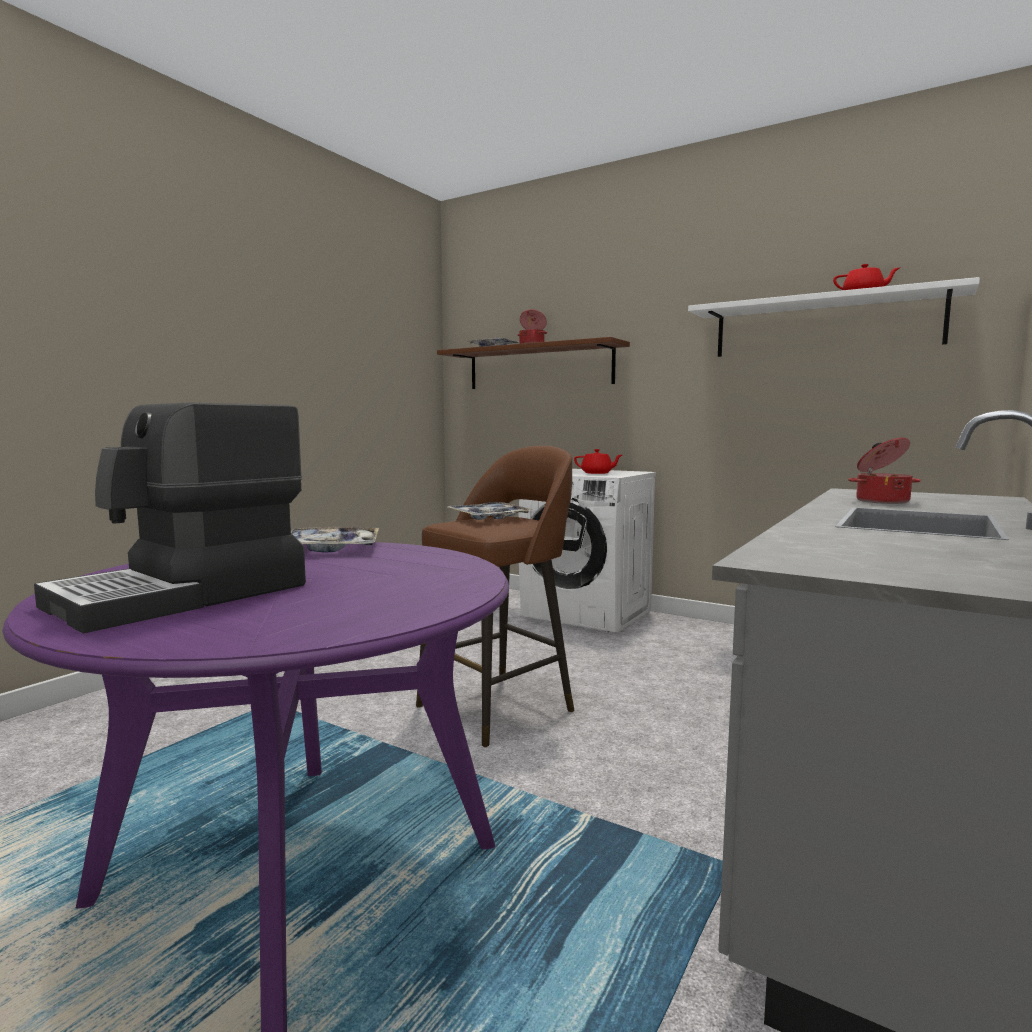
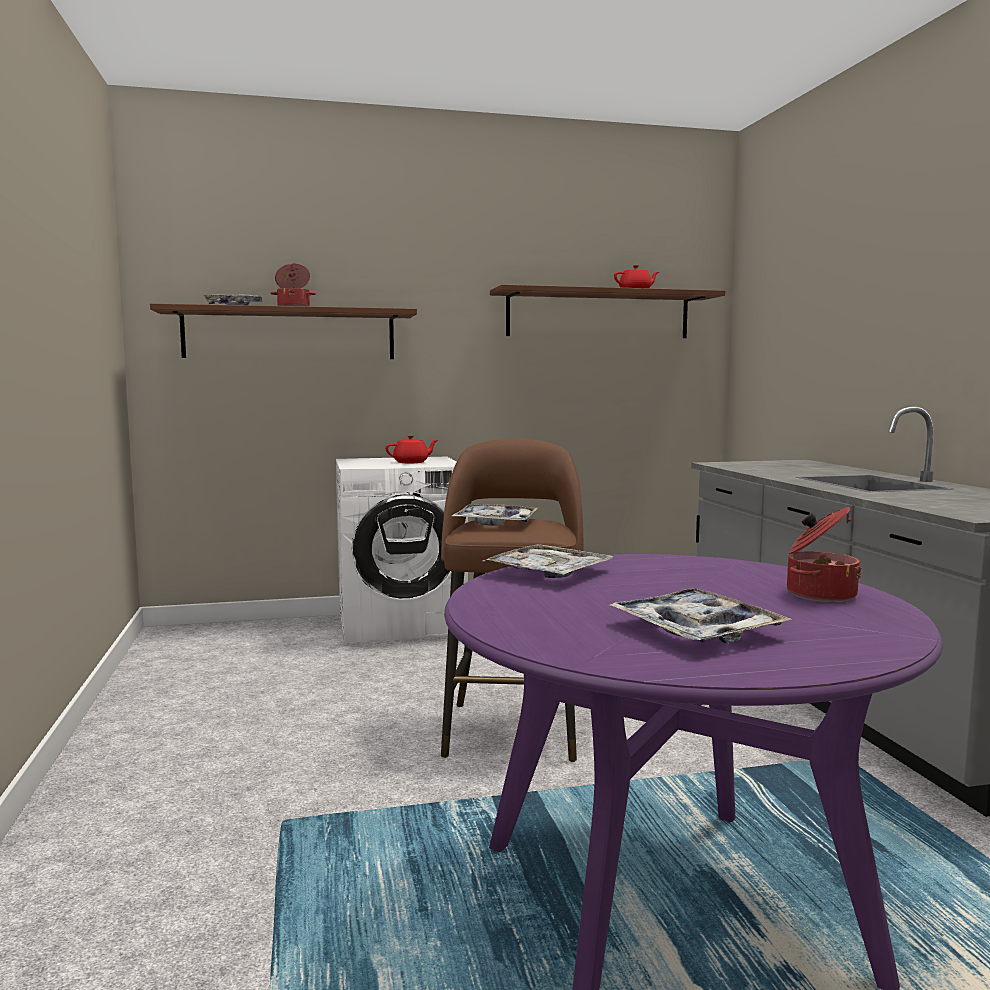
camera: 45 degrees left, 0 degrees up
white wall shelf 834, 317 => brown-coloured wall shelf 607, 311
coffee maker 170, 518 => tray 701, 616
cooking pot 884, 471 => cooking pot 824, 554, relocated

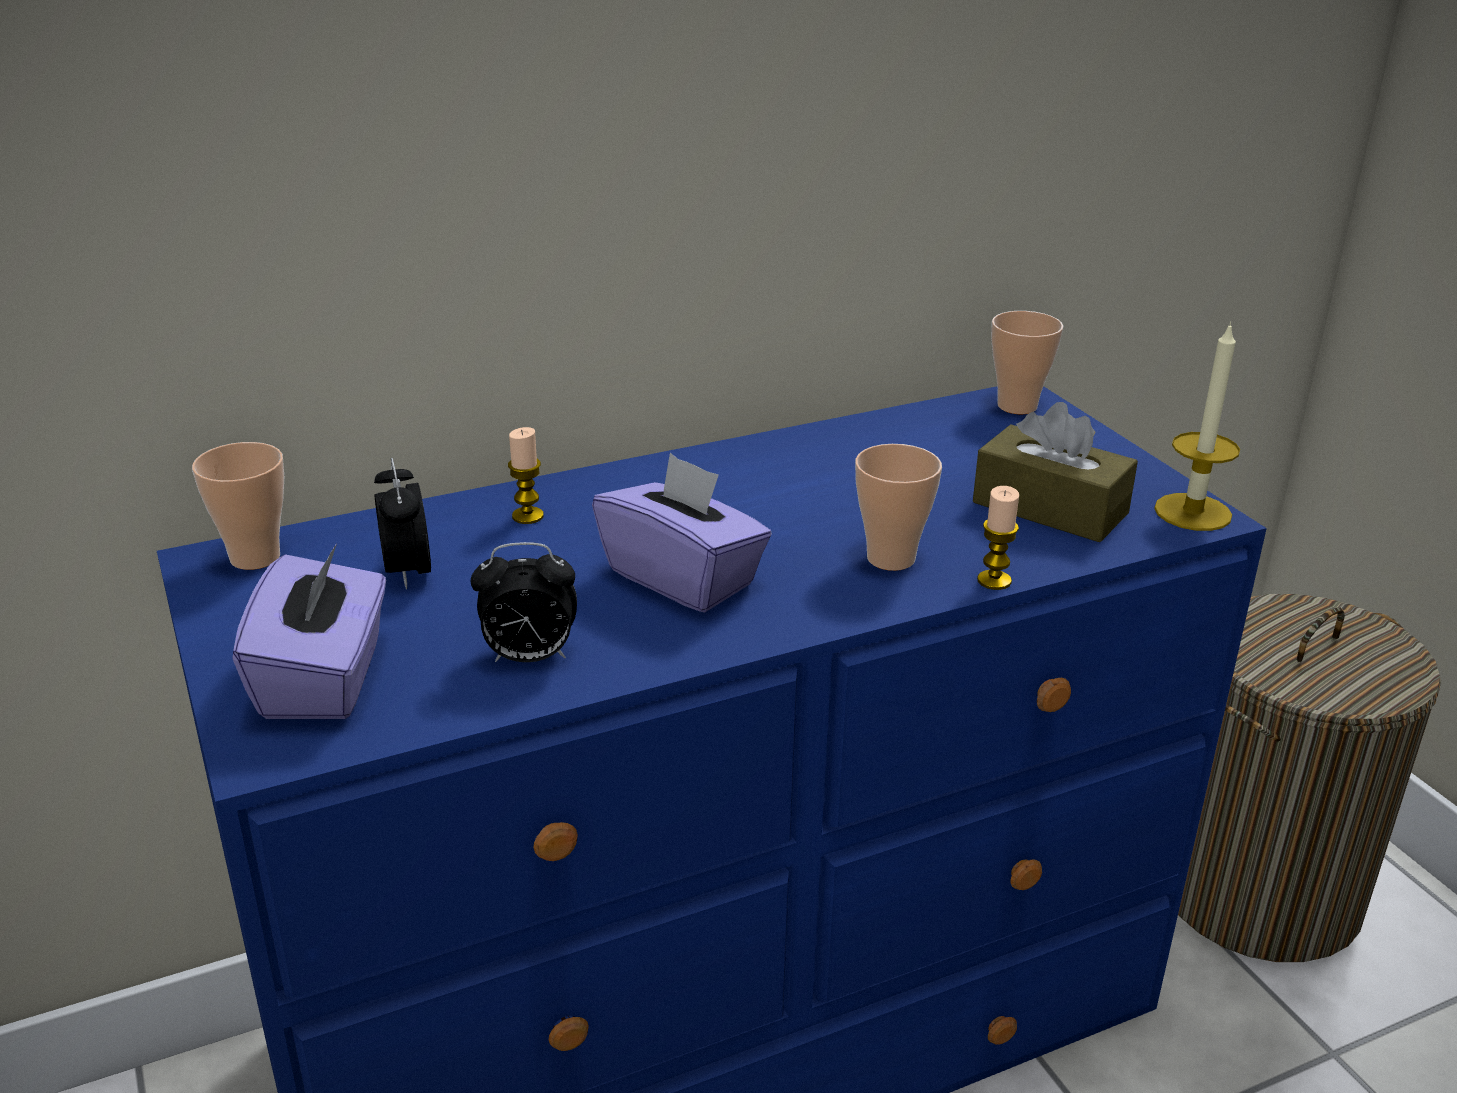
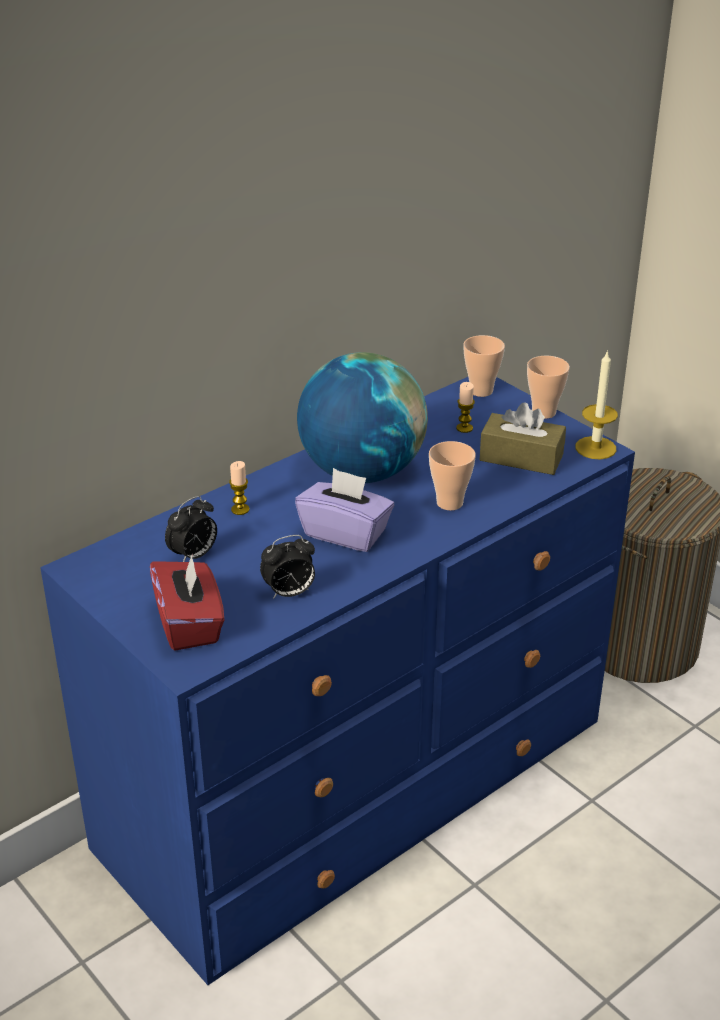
camera: 15 degrees left, 5 degrees up
purplish box of tissues 309, 631 => red-coloured box of tissues 187, 603
bedside clock 402, 523 => bedside clock 191, 529, 105 degrees counterclockwise
nothing => desk globe 362, 417
wax candle 998, 538 => wax candle 465, 407, relocated
small cup 238, 506 => small cup 548, 387, relocated

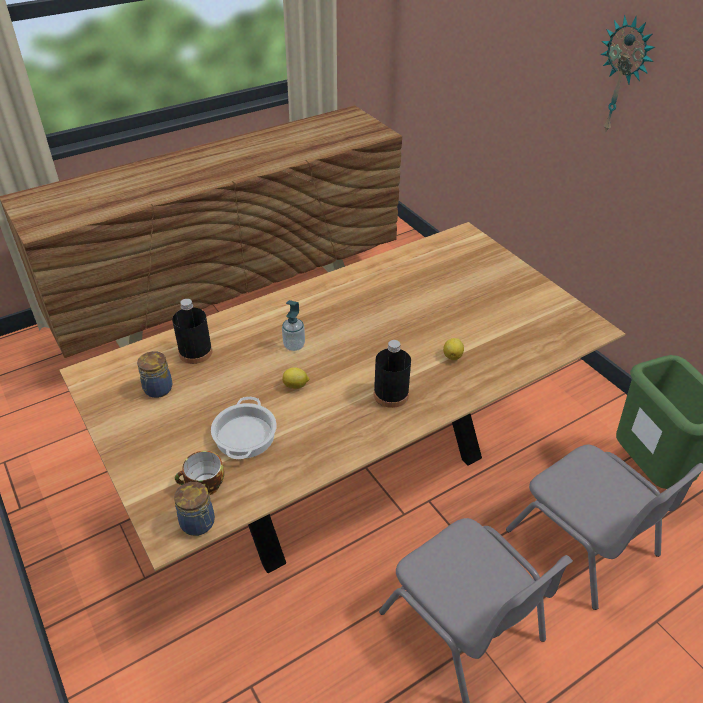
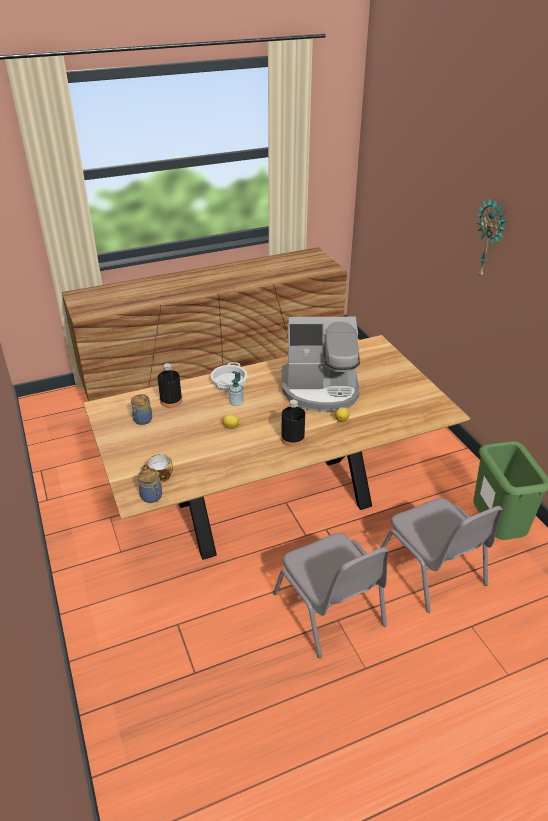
camera: 10 degrees right, 5 degrees down
cooking pot 244, 428 => cooking pot 229, 376, relocated
nothing => coffee maker 321, 364

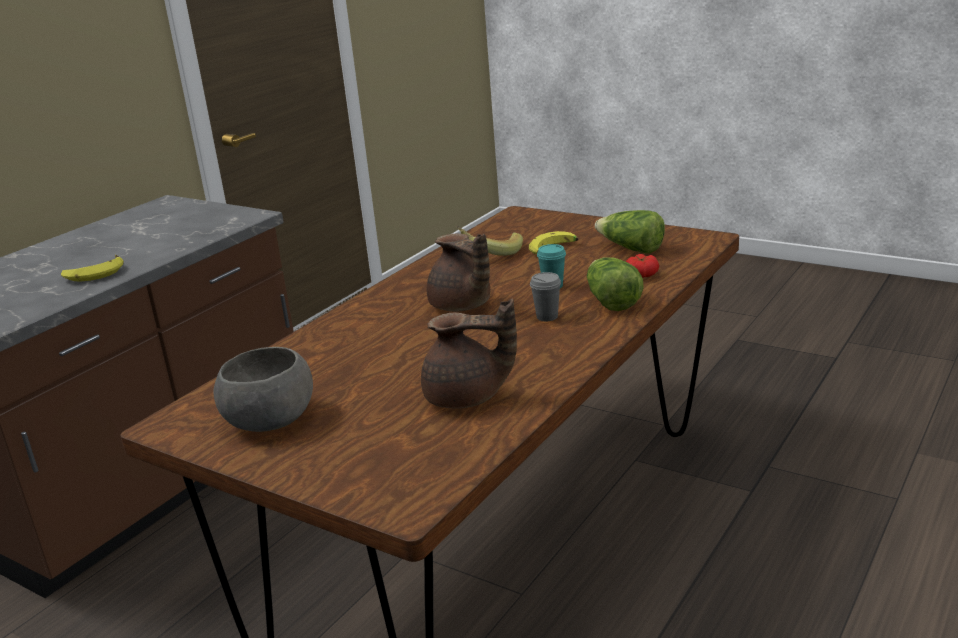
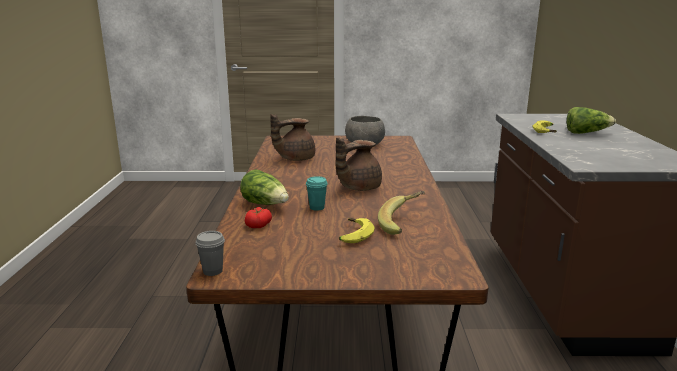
camera: 145 degrees right, 5 degrees down
grey small cup 545, 296 => grey small cup 210, 253, relocated
brown-coloured tea pot 458, 272 => brown-coloured tea pot 359, 164, 60 degrees counterclockwise
lettuce head 630, 232 => lettuce head 591, 120, relocated

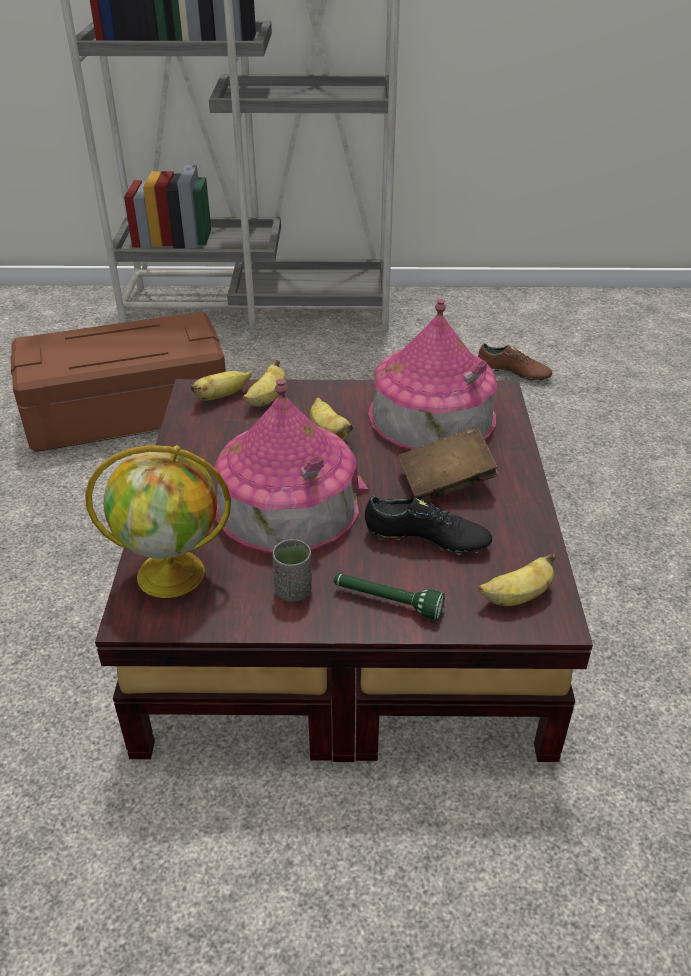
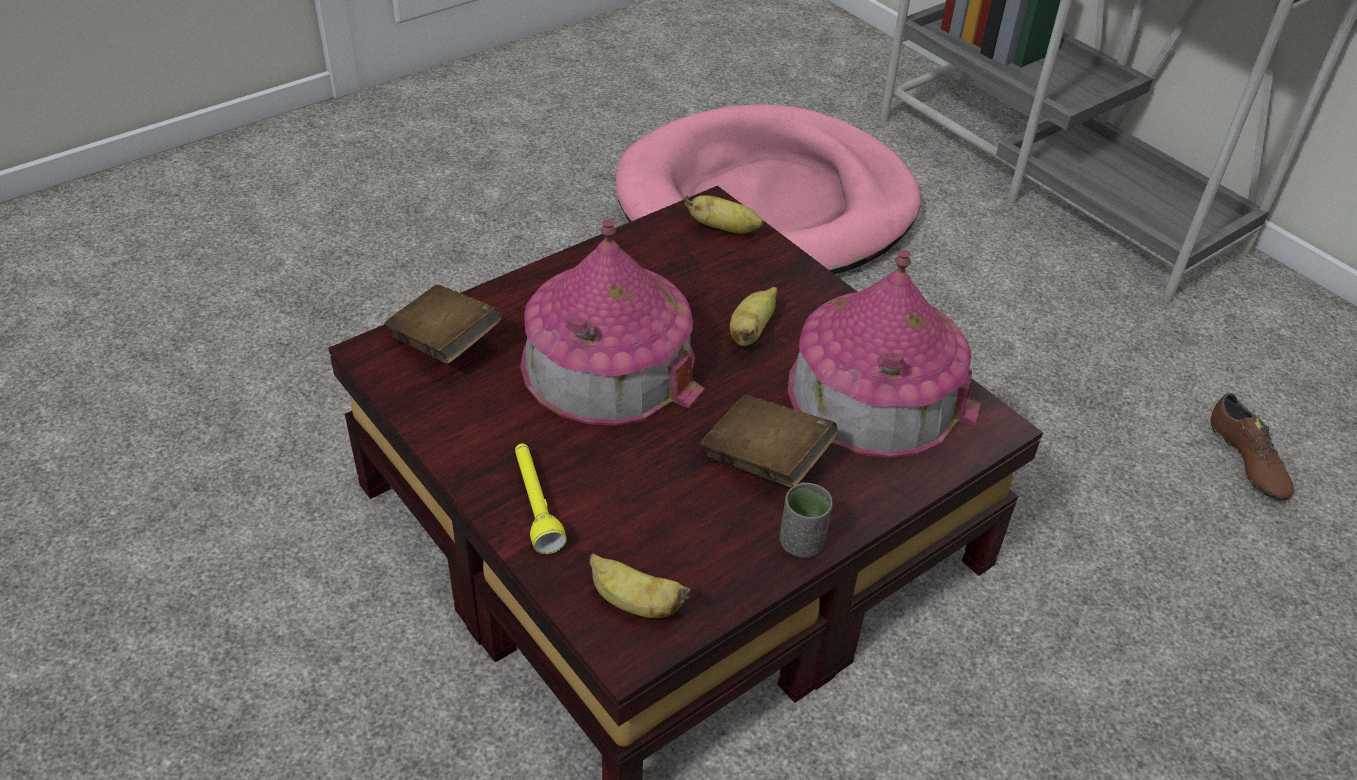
camera: 50 degrees right, 5 degrees up
desk globe 158, 521 => brown-coloured book 443, 324
green-coloured flashlight 389, 596 => yellow flashlight 541, 498
brown-coloured storage box 118, 382 => pink pet bed 768, 189
grey small cup 292, 570 => grey small cup 806, 520, relocated
whole banana 264, 383 => nothing
black-coloured item of footwear 428, 525 => nothing

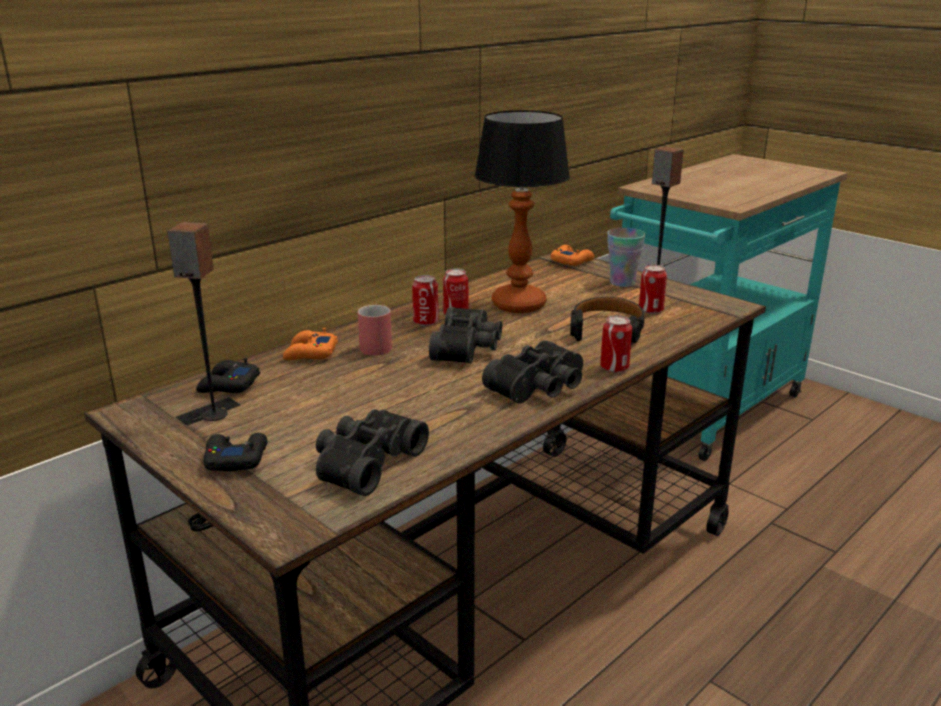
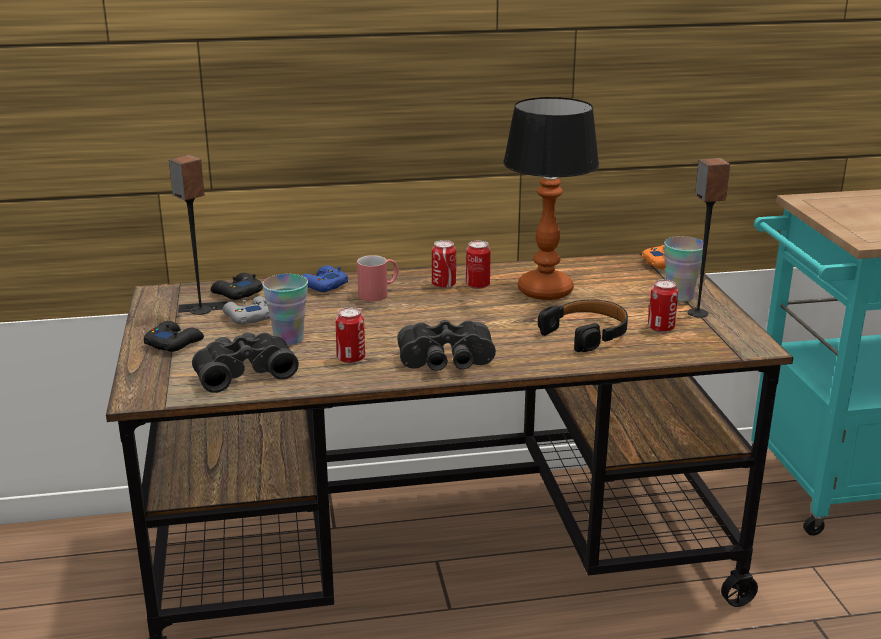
camera: 35 degrees right, 0 degrees up
nothing => grey game controller 246, 310
nothing => small cup 285, 309
orange-coloured game controller 310, 344 => bluish game controller 324, 279
sealed can 616, 344 => sealed can 350, 335, relocated
black-coloured binoculars 465, 335 => nothing

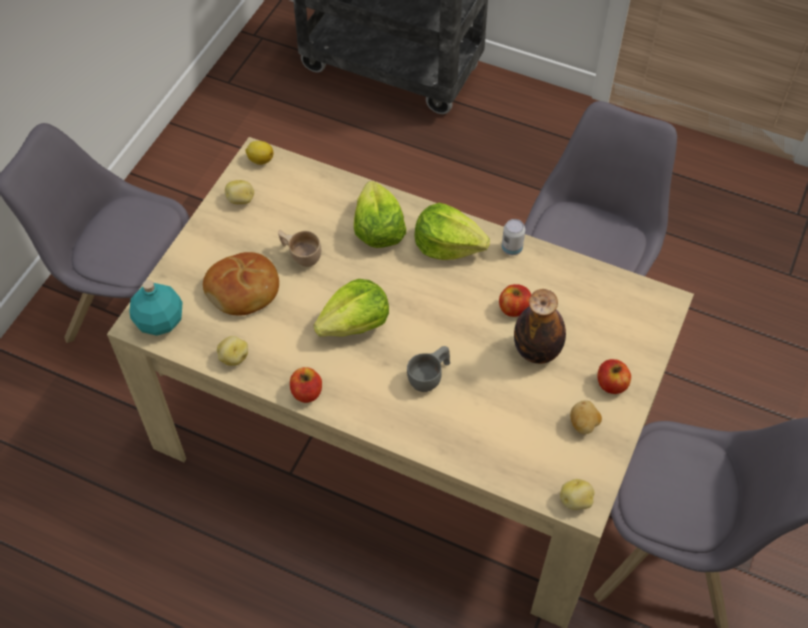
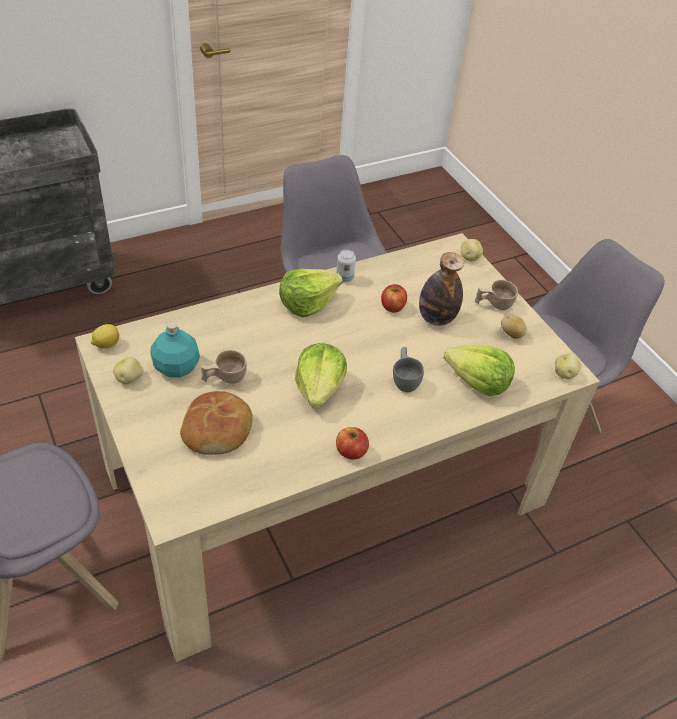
camera: 55 degrees left, 10 degrees down
blue-green drink bottle 156, 308 => blue-green drink bottle 175, 350, relocated
lettuce head 380, 214 => lettuce head 479, 370, relocated
whole potato 232, 351 => whole potato 472, 250, relocated
whole apple 614, 376 => beige small cup 496, 295

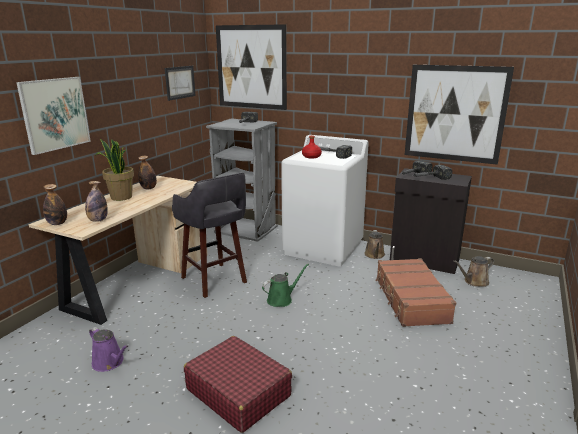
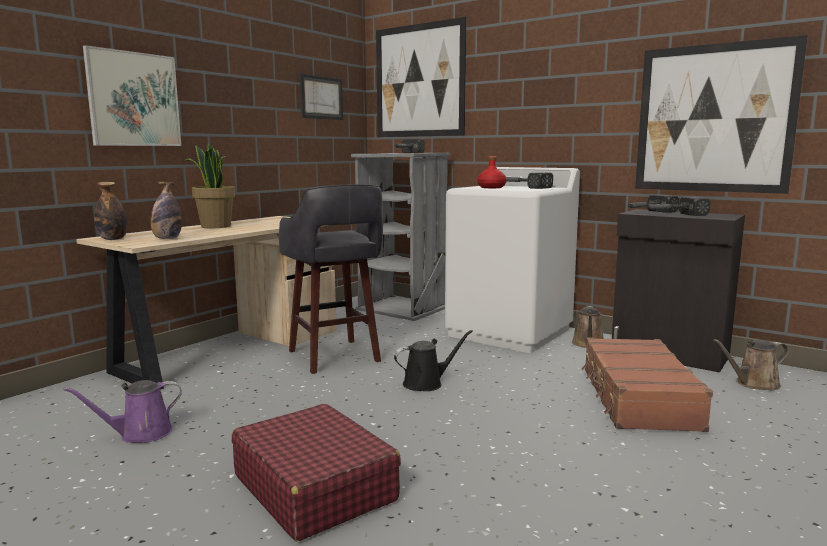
camera: 10 degrees right, 10 degrees down
purplish sprinkling can 108, 349 => purplish sprinkling can 122, 411, 105 degrees clockwise
green-coloured sprinkling can 285, 285 => black-coloured sprinkling can 433, 360
drink bottle 147, 172 => nothing

